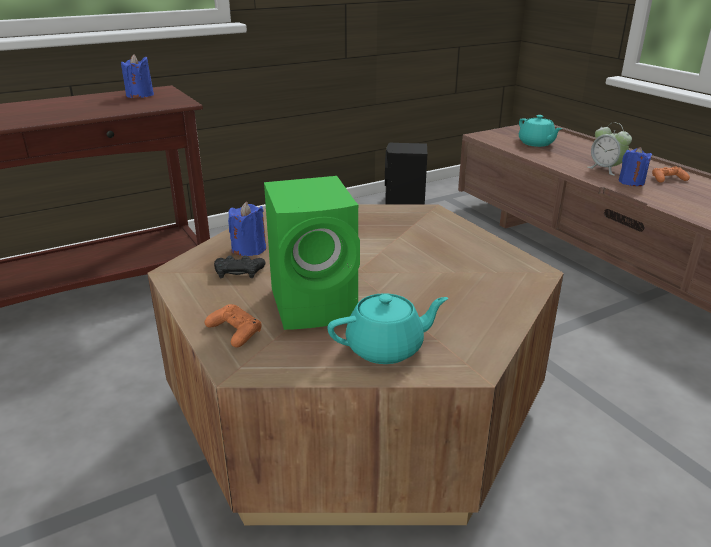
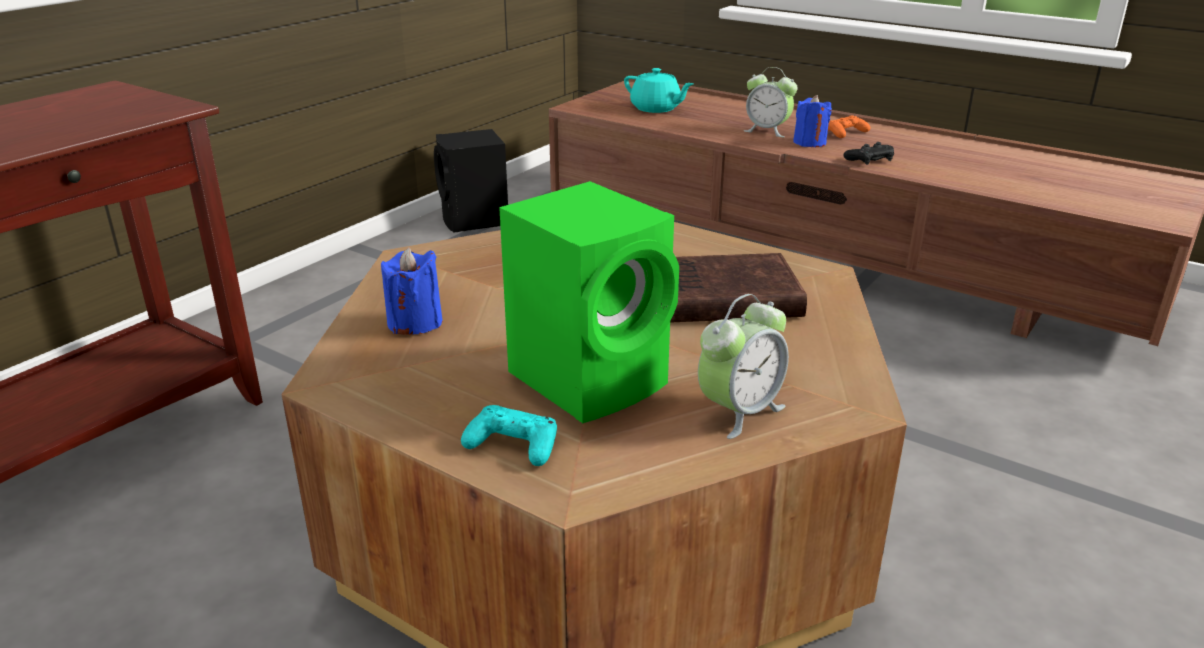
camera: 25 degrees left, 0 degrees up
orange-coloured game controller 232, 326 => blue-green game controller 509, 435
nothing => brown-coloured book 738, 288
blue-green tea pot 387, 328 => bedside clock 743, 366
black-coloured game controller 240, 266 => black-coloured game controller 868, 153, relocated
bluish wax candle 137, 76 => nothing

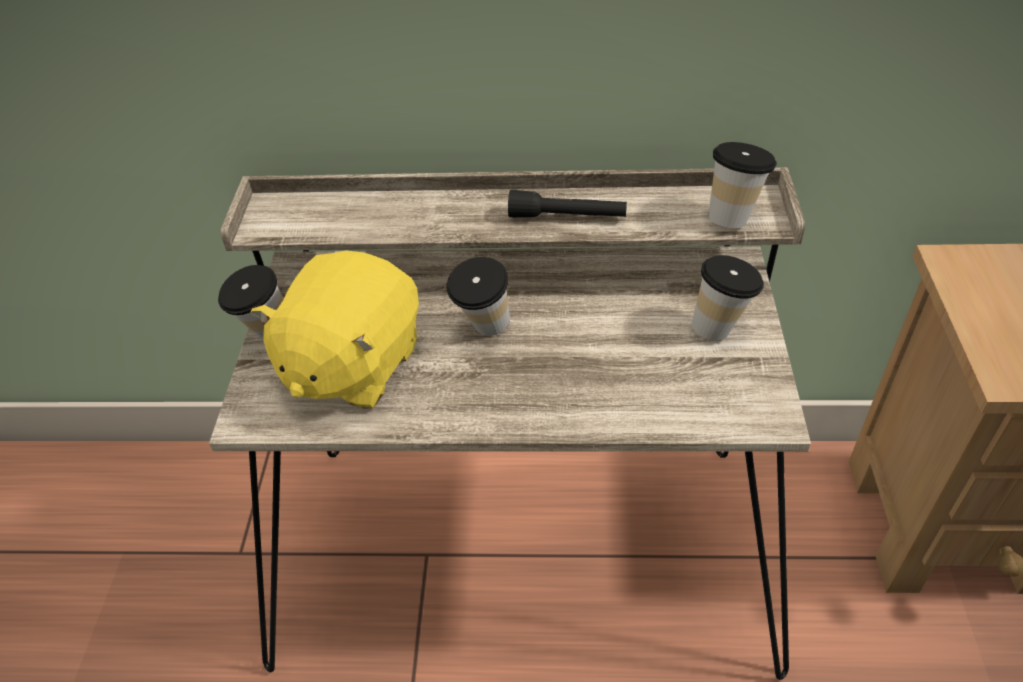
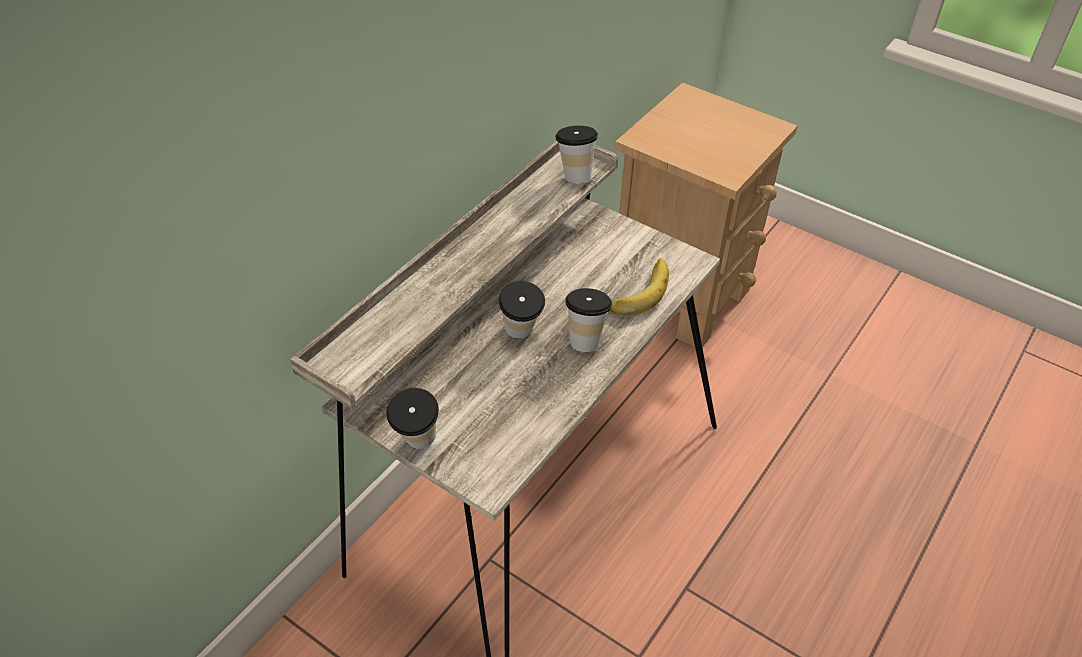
camera: 60 degrees left, 0 degrees up
small cup 727, 298 => small cup 588, 320, relocated
nothing => whole banana 639, 287
yellow soft toy 335, 329 => nothing
black-coloured flashlight 567, 204 => nothing

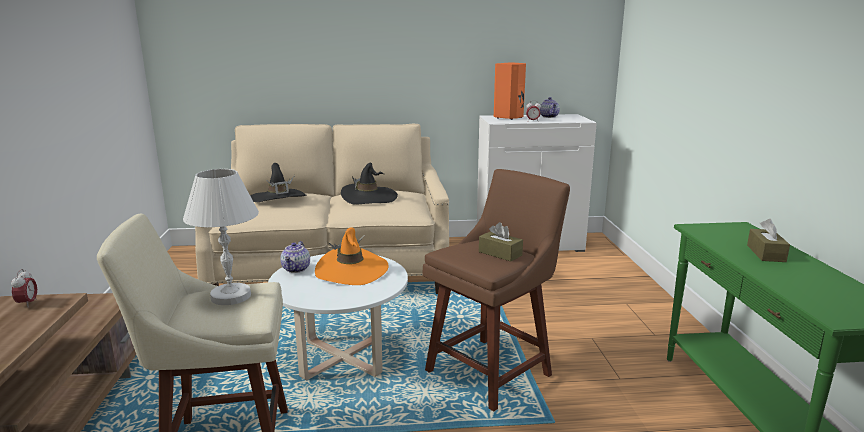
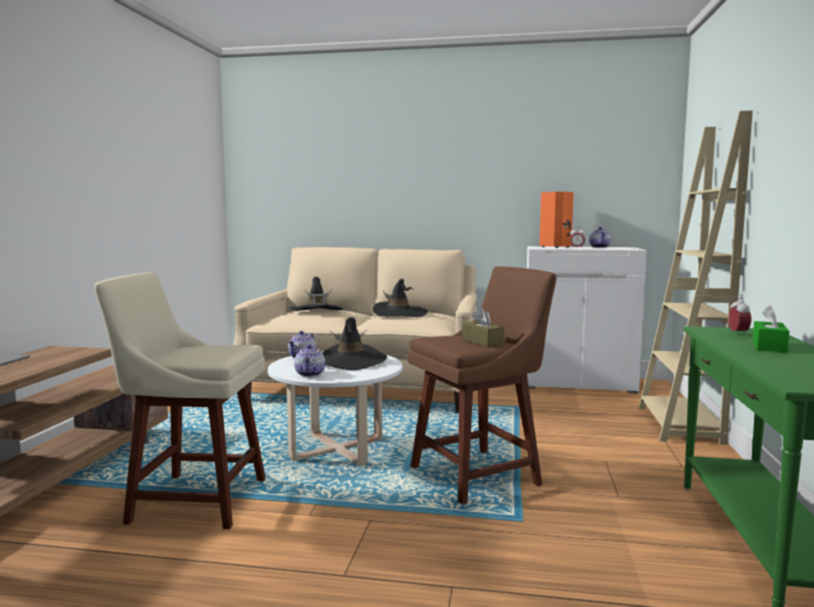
camera: 15 degrees right, 10 degrees down
nothing => tea pot 309, 361
orange-coloured clothing hat 352, 256 => black-coloured clothing hat 354, 343
nothing => beige bookshelf 695, 277
bedside clock 24, 288 => bedside clock 739, 317, relocated
brown-coloured box of tissues 768, 240 => green-coloured box of tissues 771, 328
white tabletop lamp 221, 237 => nothing

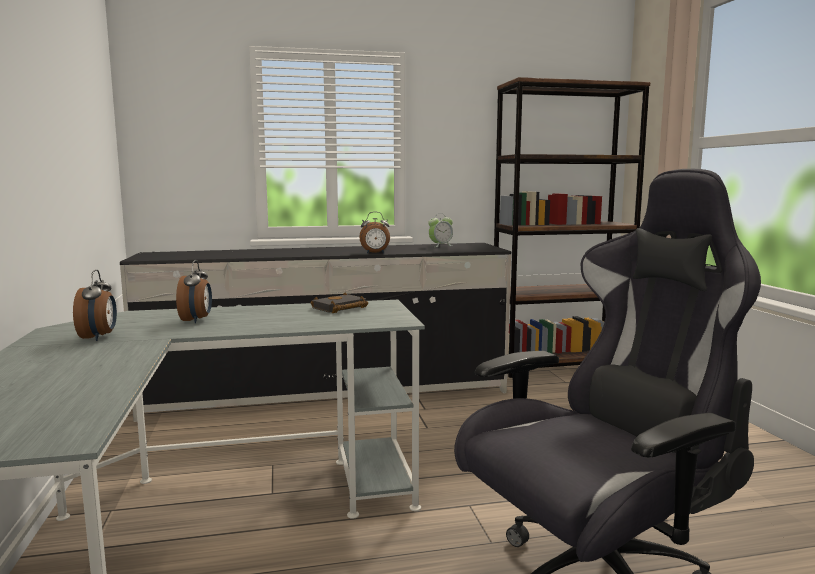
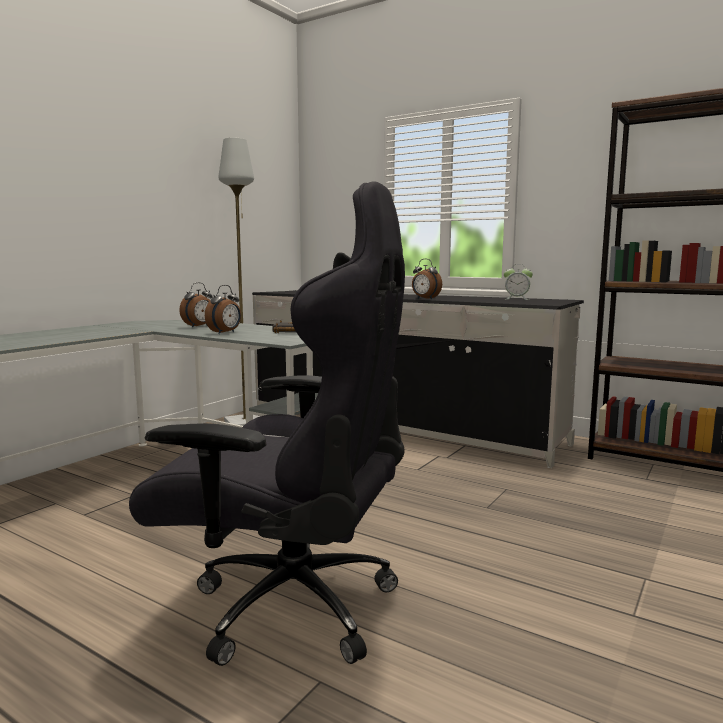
camera: 45 degrees right, 0 degrees up
bedside clock 95, 305 => bedside clock 223, 309, relocated
nothing => grey standard lamp 239, 282

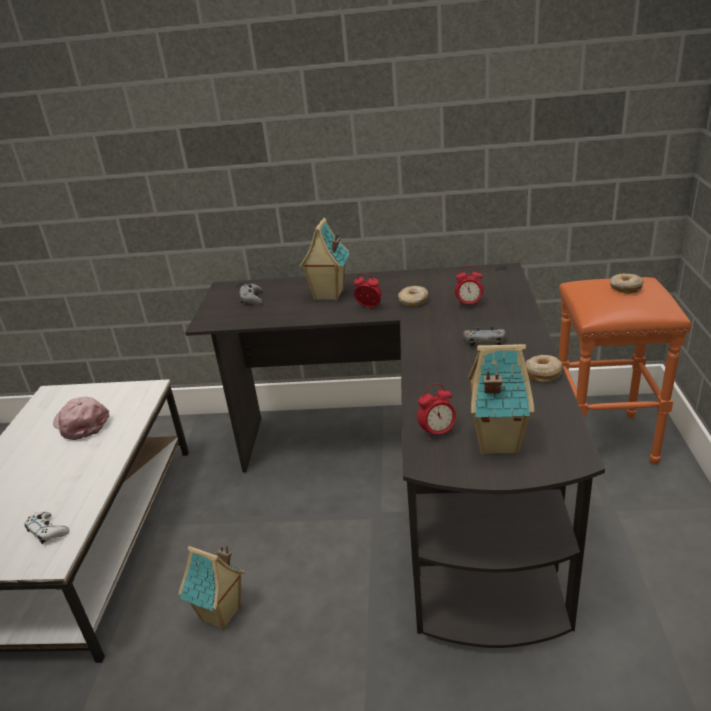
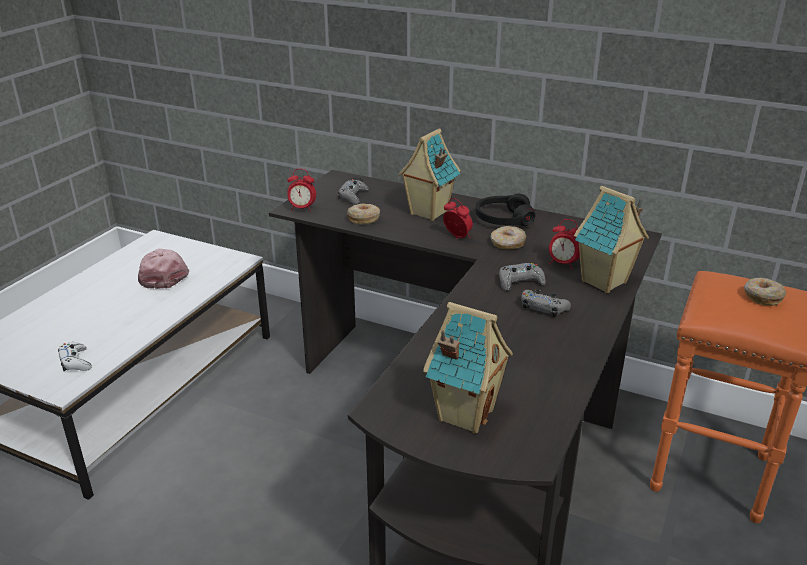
camera: 20 degrees right, 0 degrees up
bedside clock 436, 412 => bedside clock 301, 190, relocated
doughnut 544, 368 => doughnut 363, 213, relocated
nothing => black-coloured pair of headphones 505, 210
nothing => grey game controller 522, 277
model house 211, 587 => model house 611, 239, relocated

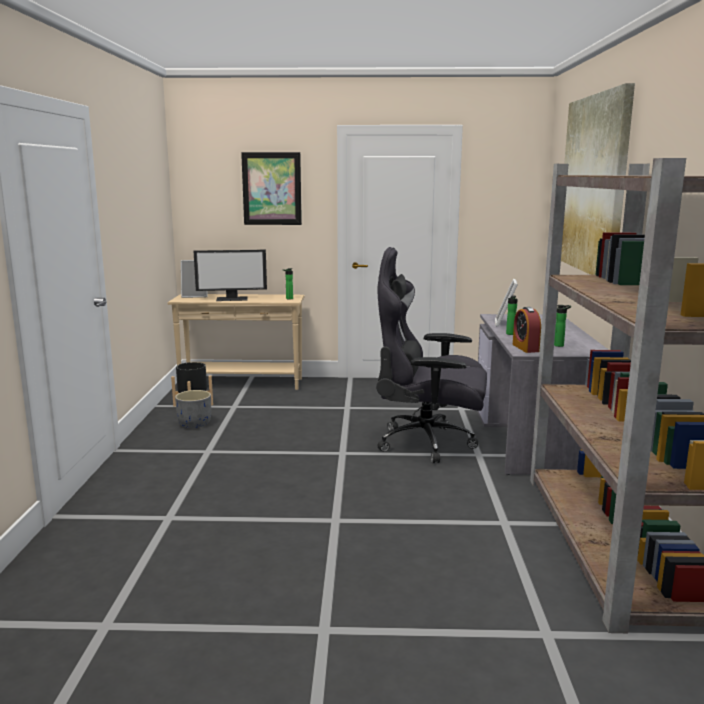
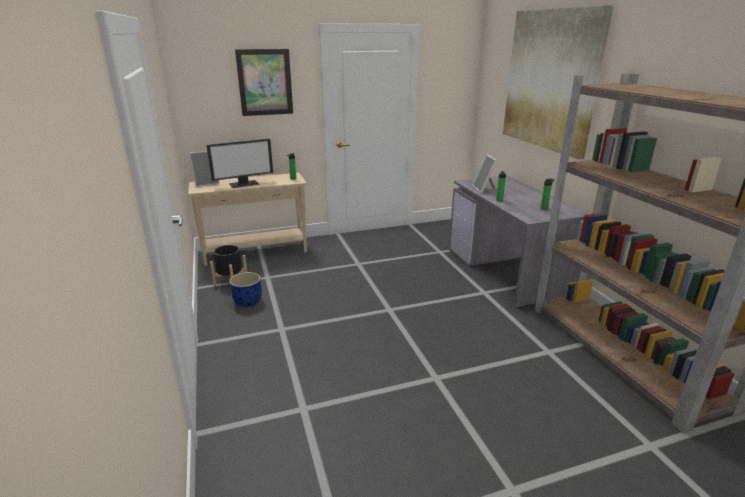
camera: 20 degrees left, 10 degrees up
grey plant pot 193, 409 => bluish plant pot 245, 289
black-coloured office chair 431, 355 => nothing
bedside clock 527, 330 => nothing

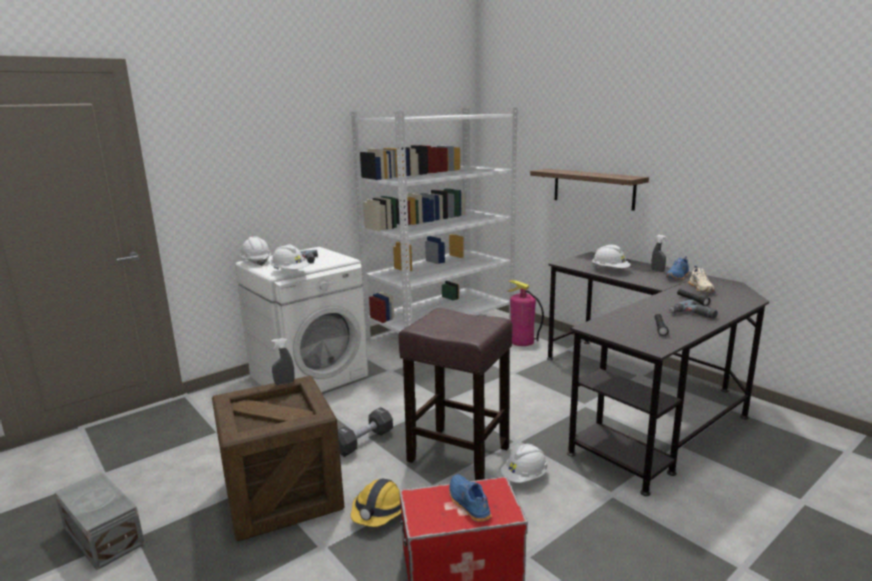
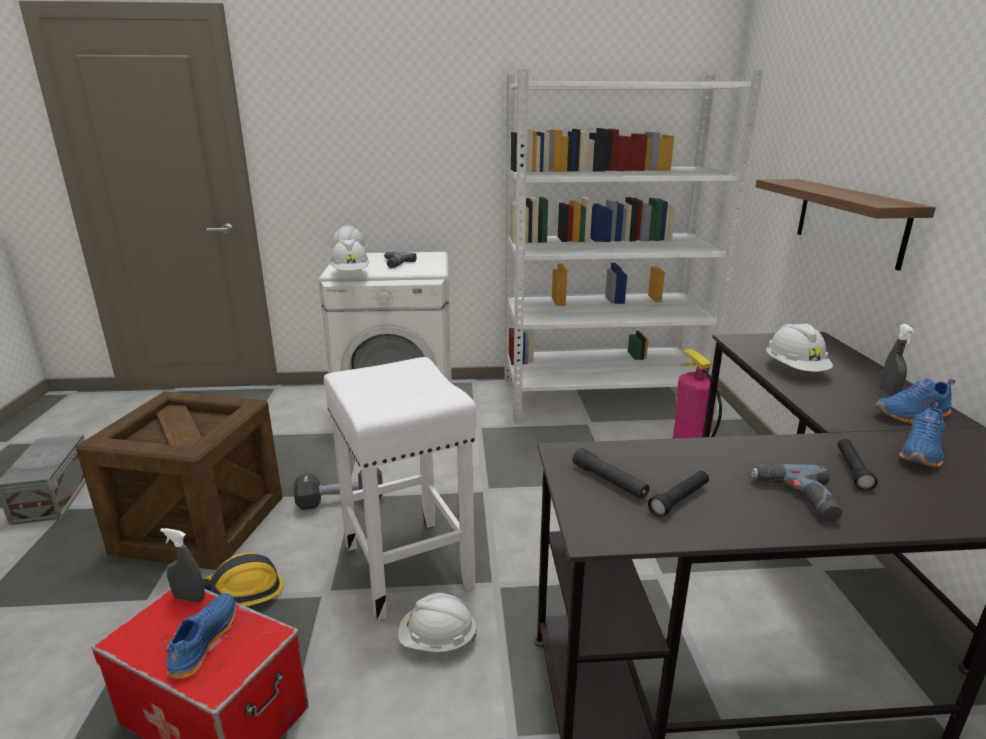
camera: 35 degrees right, 5 degrees up
grey sprayer 282, 361 => grey sprayer 182, 565, relocated
brown-coloured stool seat 455, 394 => white stool seat 400, 489
nothing => black-coloured flashlight 611, 473
beige item of footwear 702, 279 => bluish item of footwear 923, 434

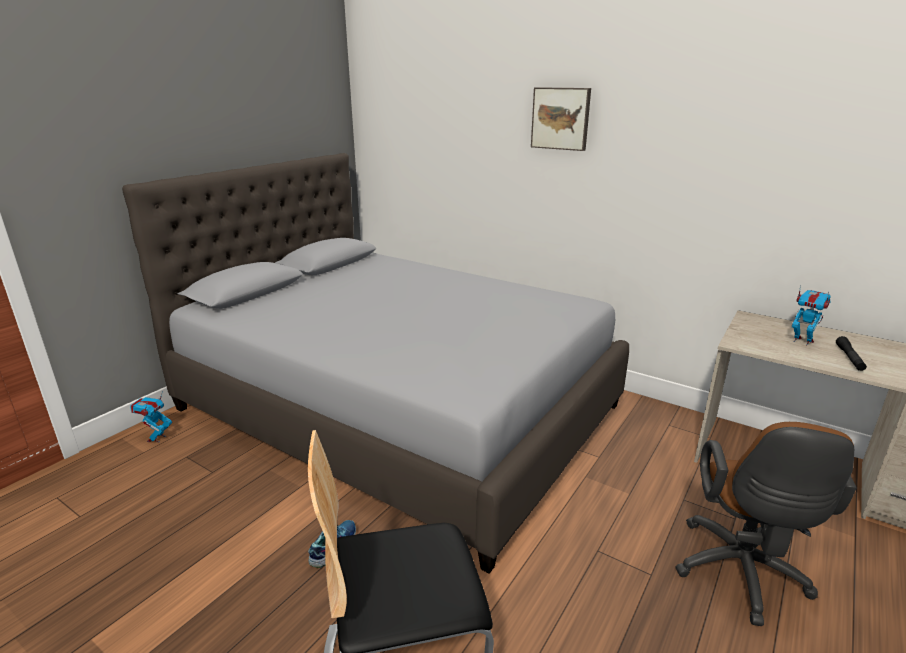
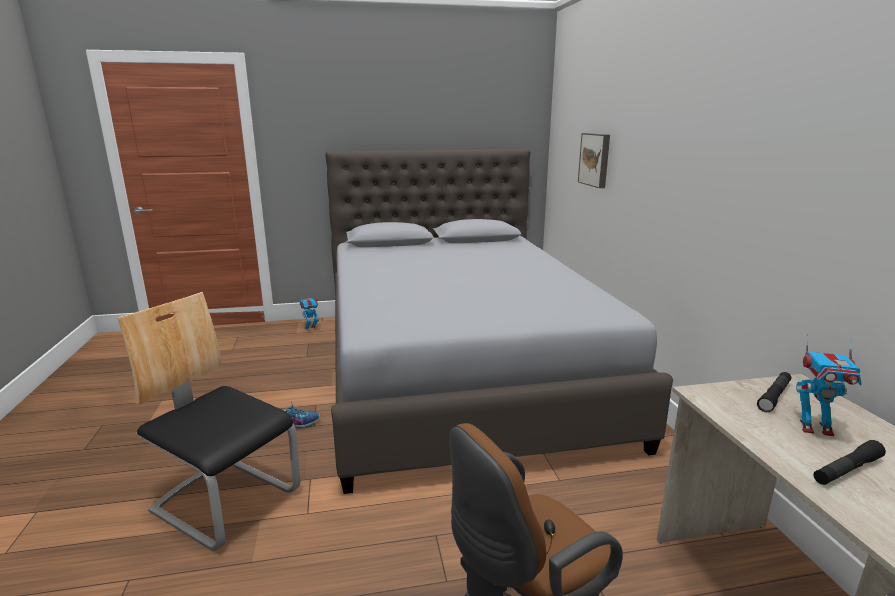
camera: 45 degrees right, 5 degrees down
wall art 561, 119 => wall art 594, 160, relocated
nothing => black-coloured flashlight 774, 392
robot figure 811, 315 => robot figure 829, 385, 105 degrees clockwise

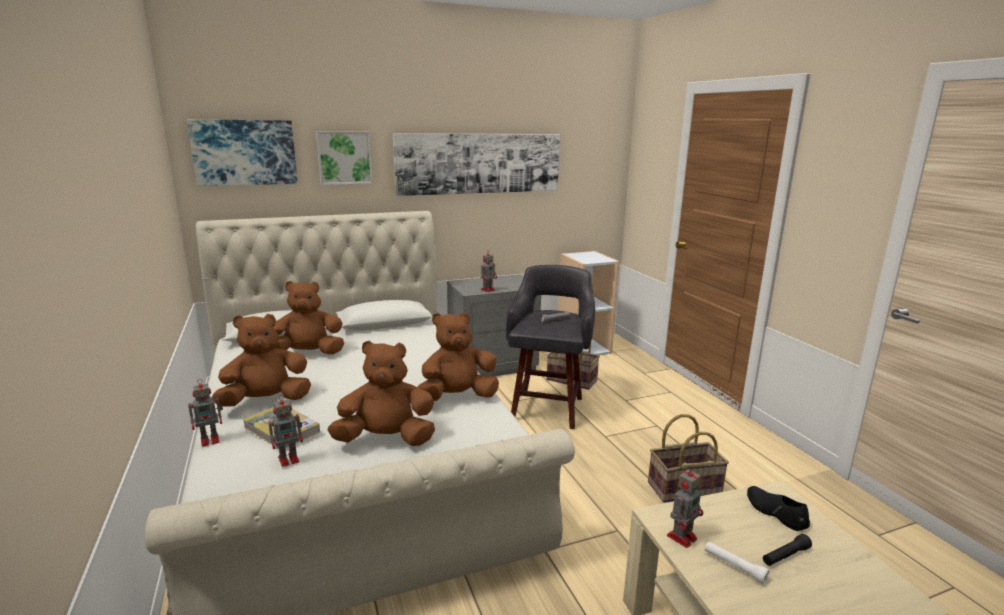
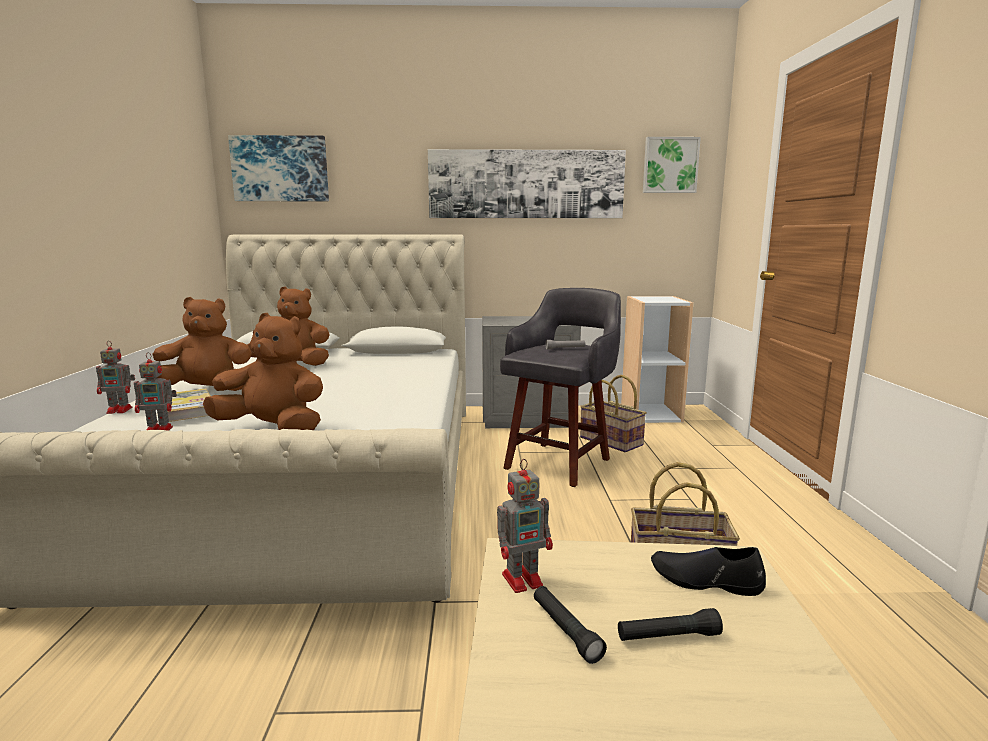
camera: 20 degrees right, 5 degrees down
white flashlight 737, 562 => black-coloured flashlight 570, 625
wall art 344, 158 => wall art 672, 165, relocated
black-coloured item of footwear 778, 508 => black-coloured item of footwear 708, 571, 60 degrees counterclockwise
brown-coloured soft toy 458, 356 => nothing
robot figure 489, 271 => nothing

